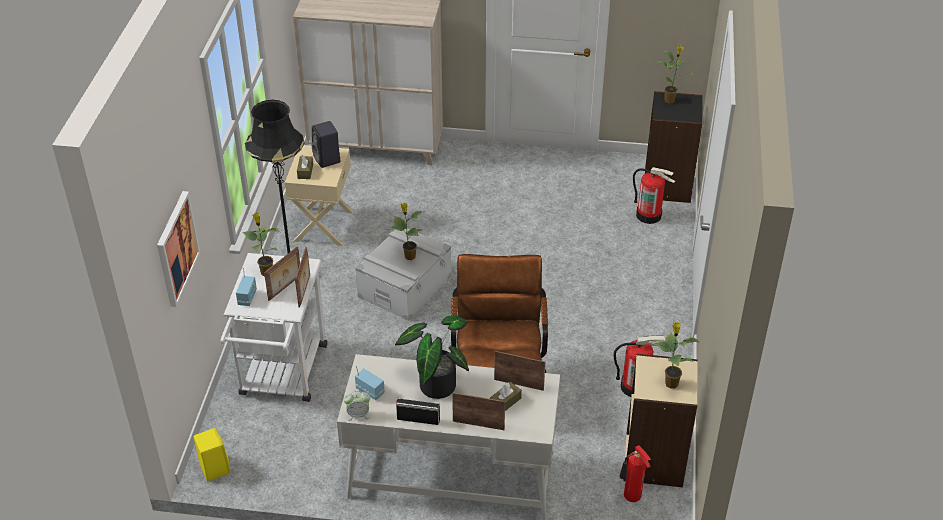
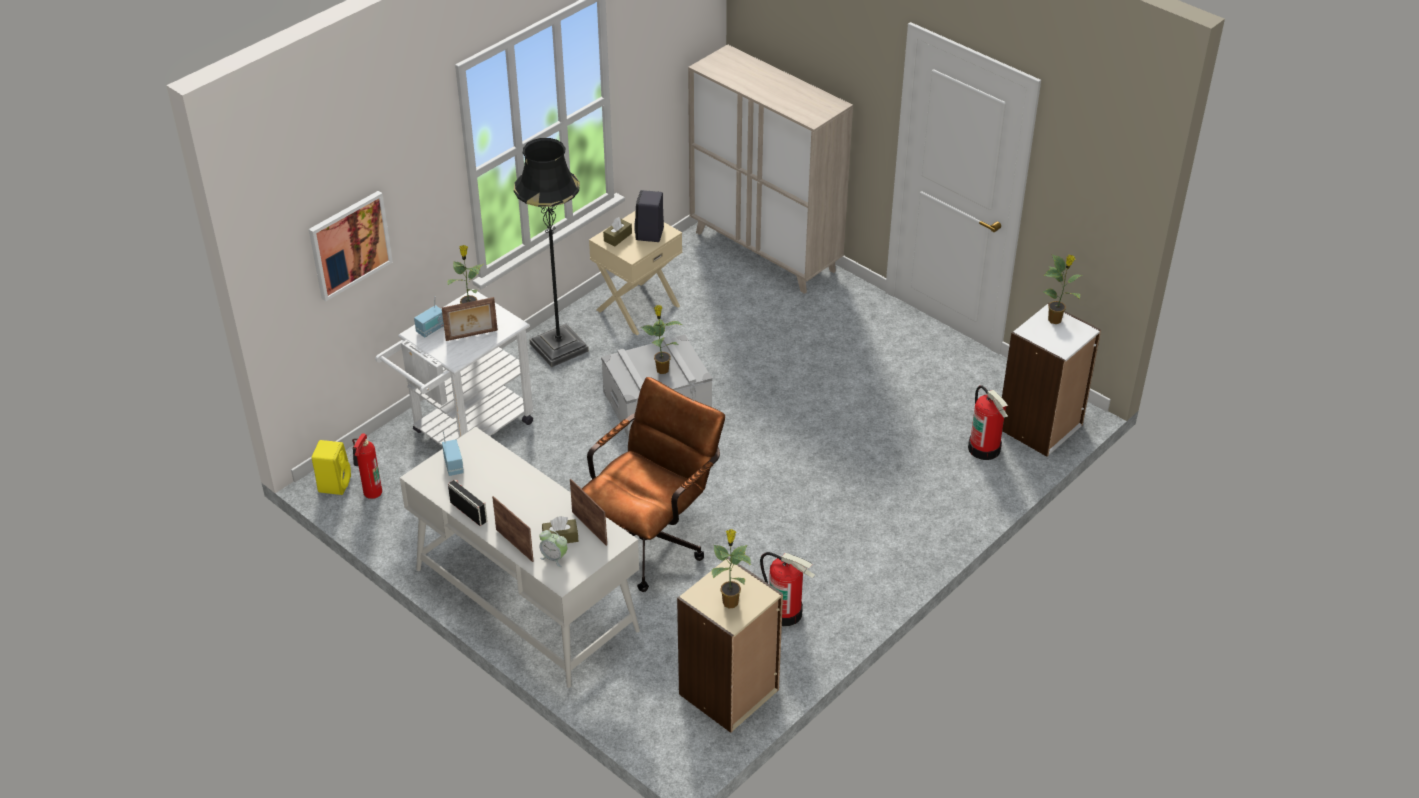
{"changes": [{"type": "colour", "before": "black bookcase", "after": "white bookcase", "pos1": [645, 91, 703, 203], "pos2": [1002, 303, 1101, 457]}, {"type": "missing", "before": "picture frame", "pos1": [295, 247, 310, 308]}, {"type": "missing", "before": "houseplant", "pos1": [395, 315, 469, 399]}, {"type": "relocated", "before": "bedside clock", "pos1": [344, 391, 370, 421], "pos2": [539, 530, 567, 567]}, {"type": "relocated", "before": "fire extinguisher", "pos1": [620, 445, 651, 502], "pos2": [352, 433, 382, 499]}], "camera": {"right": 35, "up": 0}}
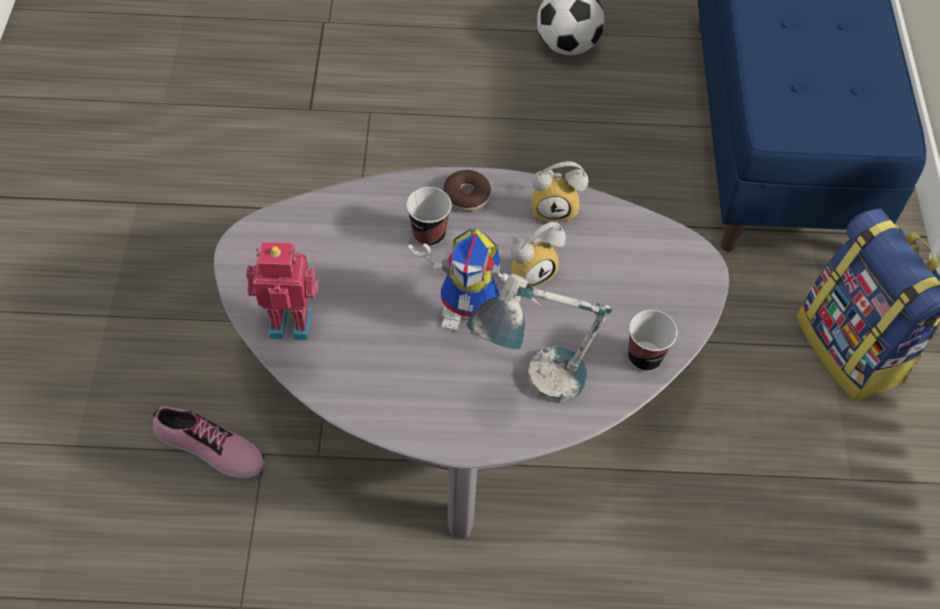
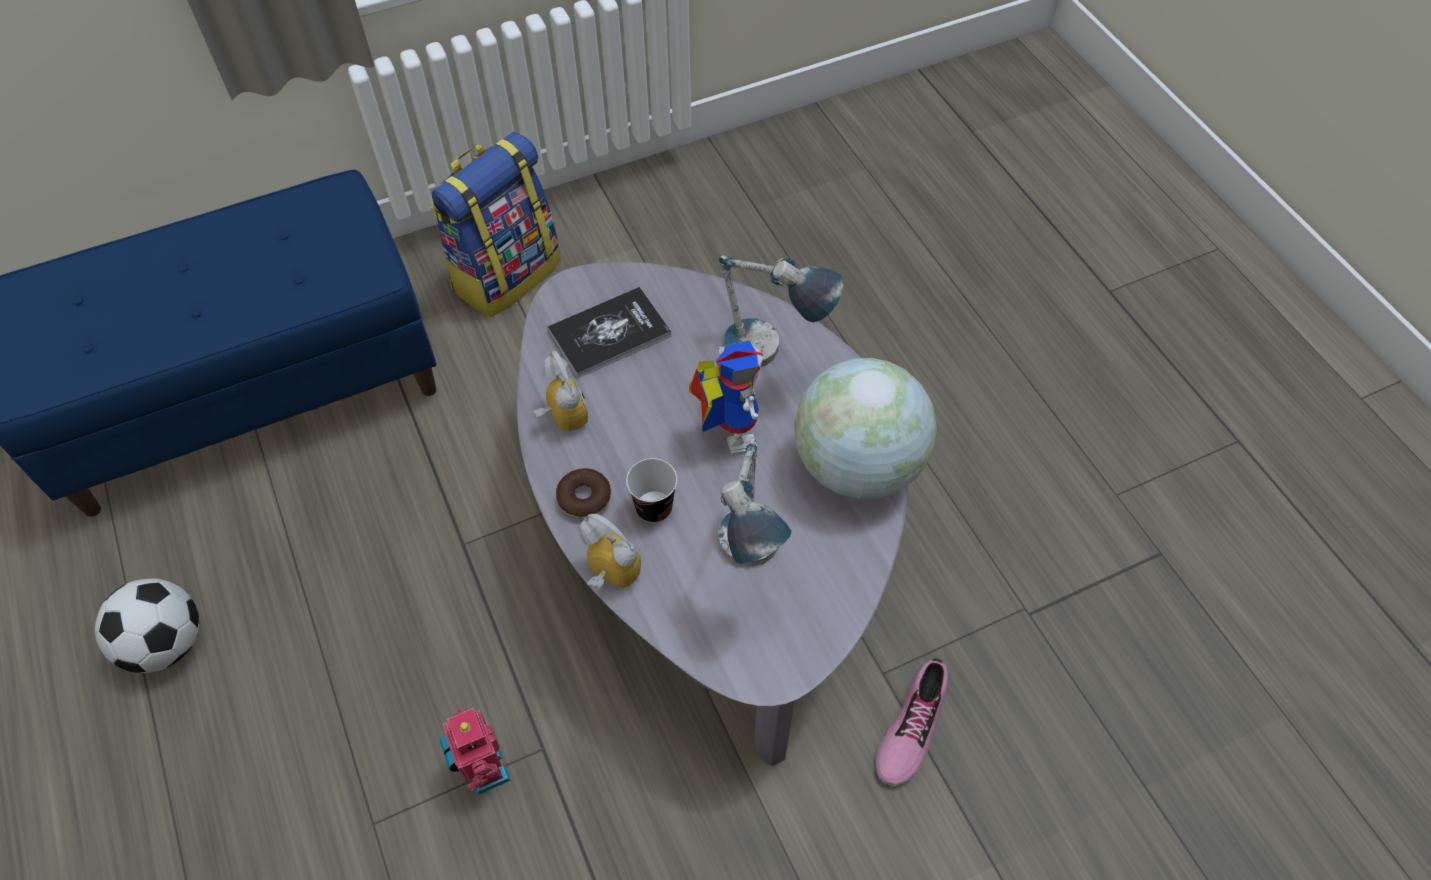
{"changes": [{"type": "relocated", "before": "bedside clock", "pos1": [510, 222, 566, 288], "pos2": [579, 514, 641, 589]}, {"type": "relocated", "before": "model robot", "pos1": [246, 241, 318, 340], "pos2": [440, 708, 511, 795]}, {"type": "missing", "before": "drinking cup", "pos1": [628, 310, 677, 371]}, {"type": "spun", "before": "low shoe", "pos1": [153, 406, 264, 479], "pos2": [875, 659, 948, 787], "turn": -150}, {"type": "appeared", "after": "volume", "pos2": [547, 287, 671, 378]}, {"type": "appeared", "after": "world globe", "pos2": [794, 358, 937, 499]}, {"type": "appeared", "after": "lamp for a table", "pos2": [718, 438, 792, 567]}], "camera": {"right": -115, "up": 0}}
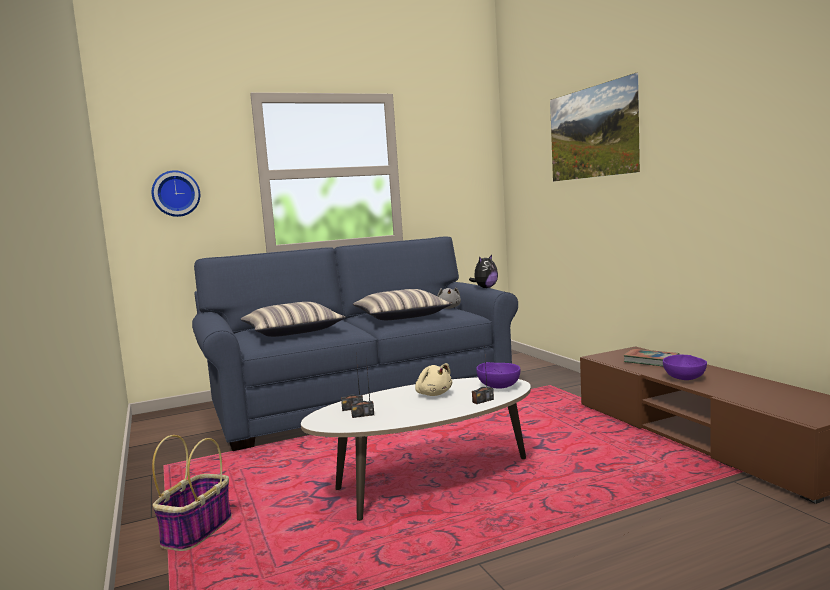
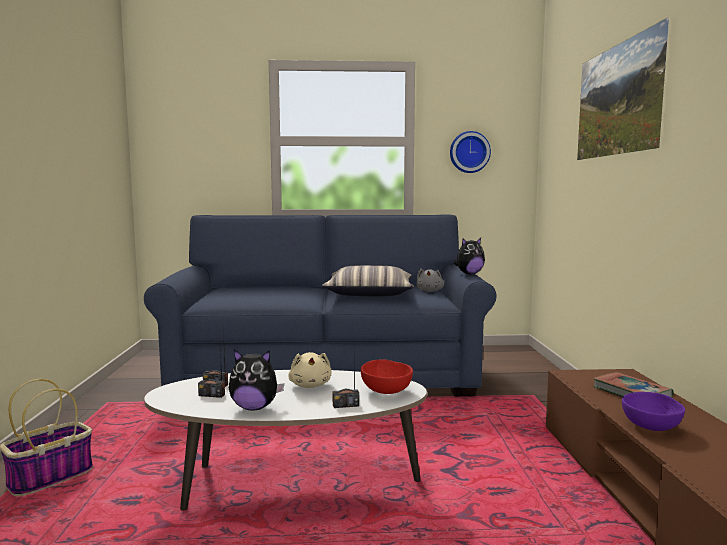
{"changes": [{"type": "relocated", "before": "wall clock", "pos1": [152, 170, 200, 217], "pos2": [450, 131, 491, 173]}, {"type": "missing", "before": "cushion", "pos1": [241, 302, 346, 337]}, {"type": "colour", "before": "purple-coloured deep dish", "after": "red deep dish", "pos1": [476, 362, 520, 389], "pos2": [361, 359, 413, 394]}, {"type": "appeared", "after": "cuddly toy", "pos2": [229, 350, 284, 411]}], "camera": {"right": 20, "up": 0}}
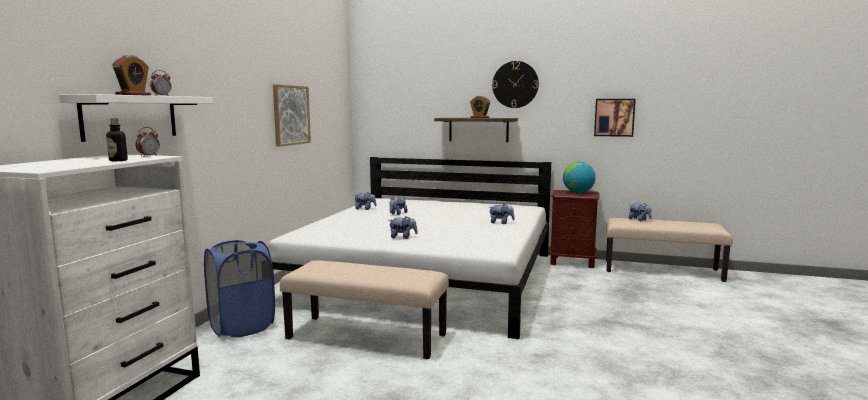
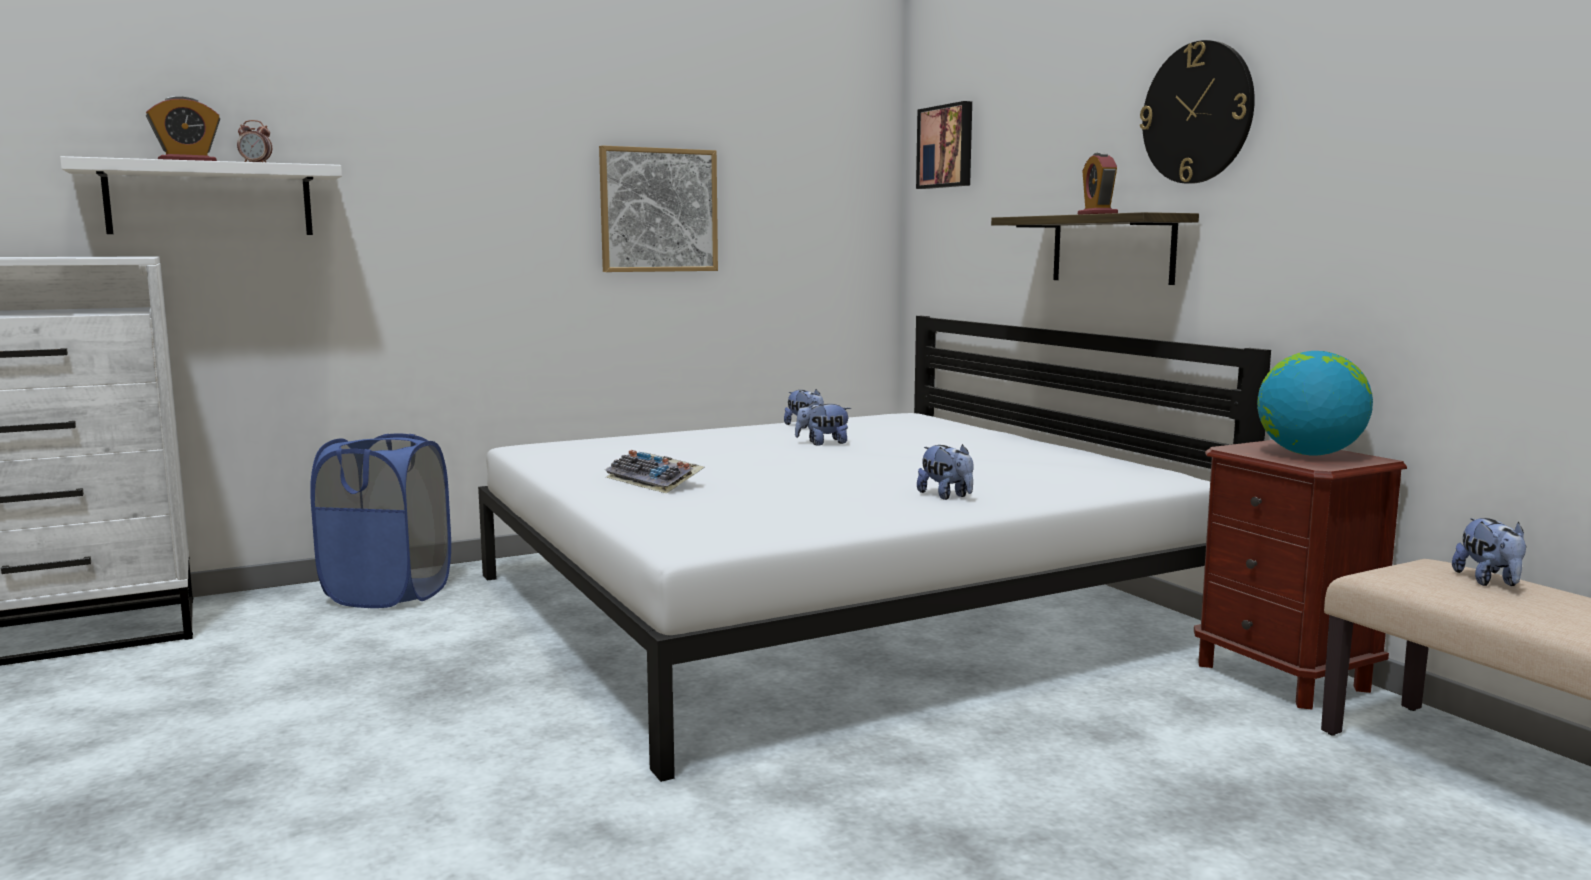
{"changes": [{"type": "relocated", "before": "wall art", "pos1": [594, 99, 636, 137], "pos2": [916, 101, 972, 189]}, {"type": "missing", "before": "drink bottle", "pos1": [106, 118, 128, 161]}, {"type": "missing", "before": "bedside clock", "pos1": [135, 127, 160, 157]}, {"type": "exchanged", "before": "cuddly toy", "after": "PC keyboard", "pos1": [390, 216, 418, 239], "pos2": [605, 450, 704, 494]}, {"type": "missing", "before": "beige long seat", "pos1": [280, 260, 449, 359]}], "camera": {"right": 45, "up": 0}}
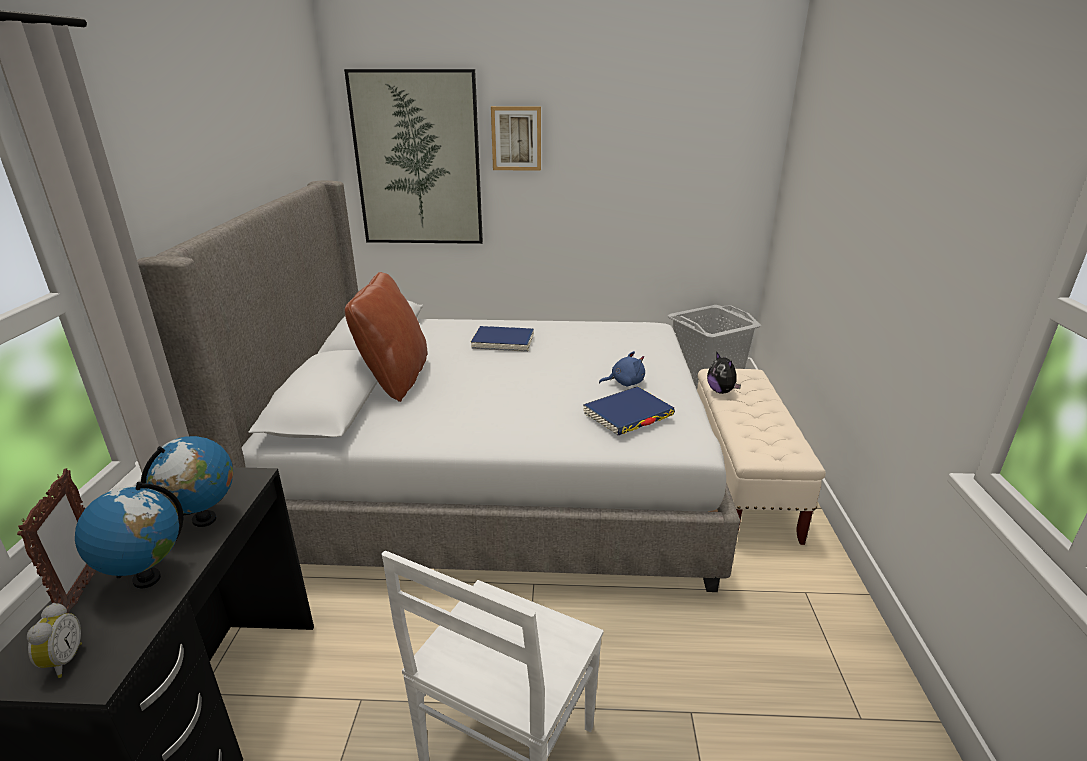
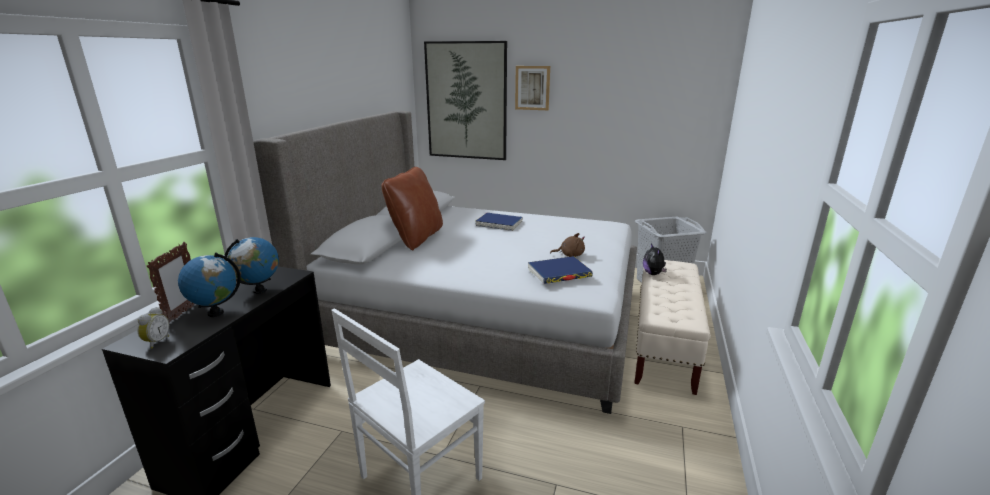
{"changes": [{"type": "colour", "before": "blue cuddly toy", "after": "brown-coloured cuddly toy", "pos1": [599, 351, 645, 386], "pos2": [550, 233, 585, 257]}], "camera": {"right": 15, "up": -5}}
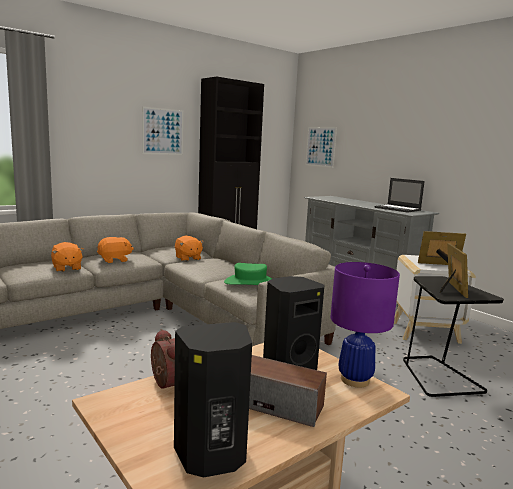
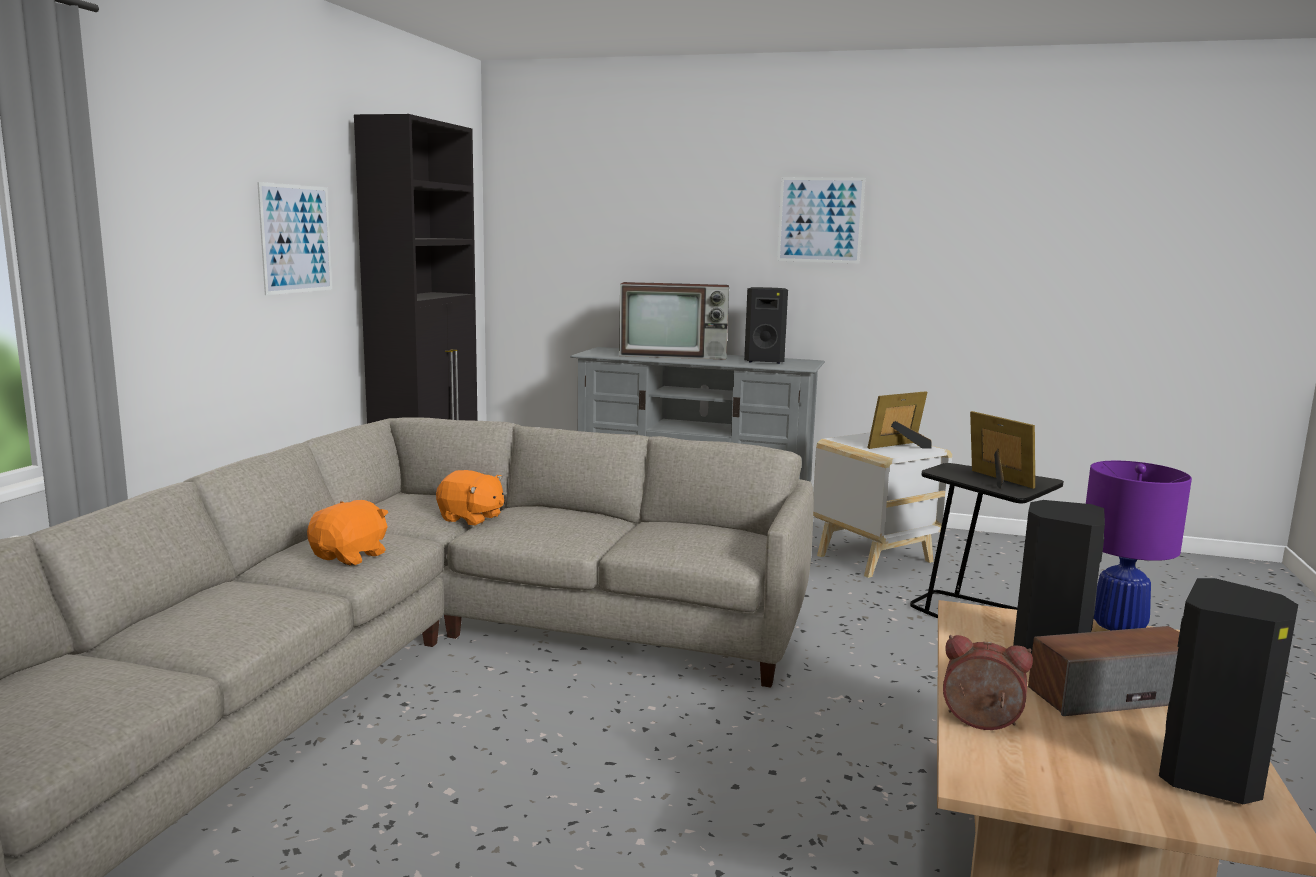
{"changes": [{"type": "relocated", "before": "wall art", "pos1": [306, 127, 337, 168], "pos2": [777, 177, 865, 263]}, {"type": "exchanged", "before": "portable computer", "after": "black loudspeaker", "pos1": [374, 178, 425, 213], "pos2": [744, 287, 788, 364]}, {"type": "missing", "before": "orangey cuddly toy", "pos1": [51, 242, 84, 272]}, {"type": "missing", "before": "greenish hat", "pos1": [224, 263, 272, 285]}, {"type": "appeared", "after": "television", "pos2": [619, 282, 729, 360]}], "camera": {"right": -35, "up": 0}}
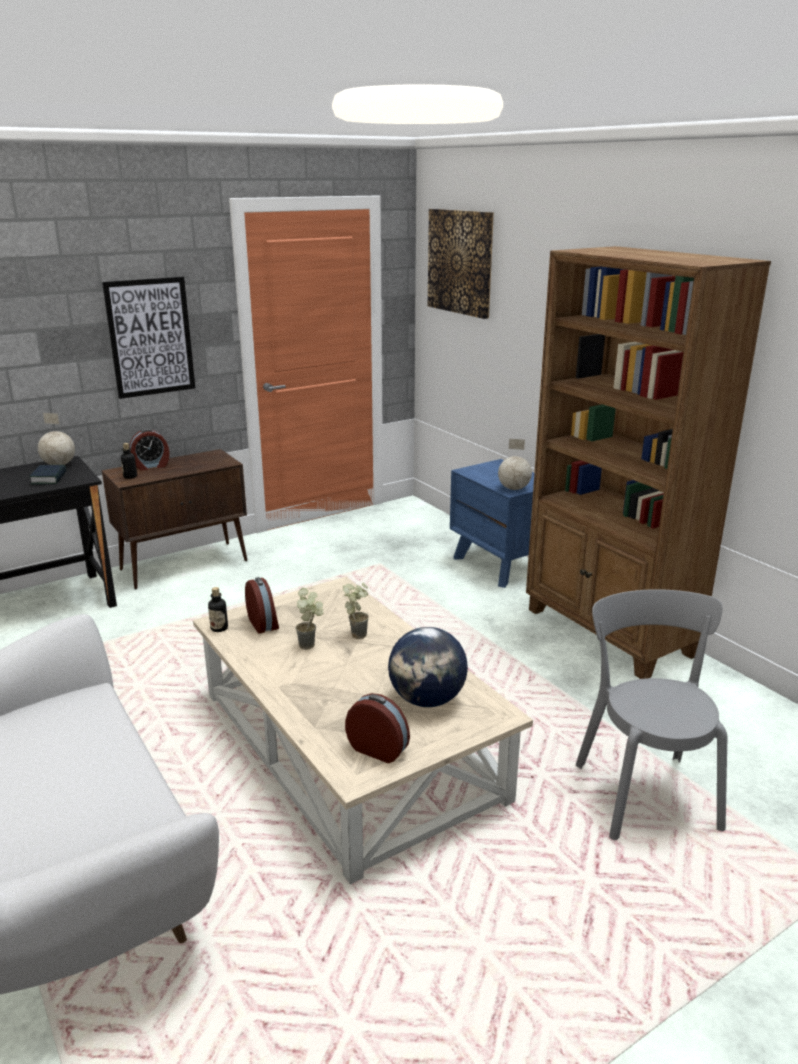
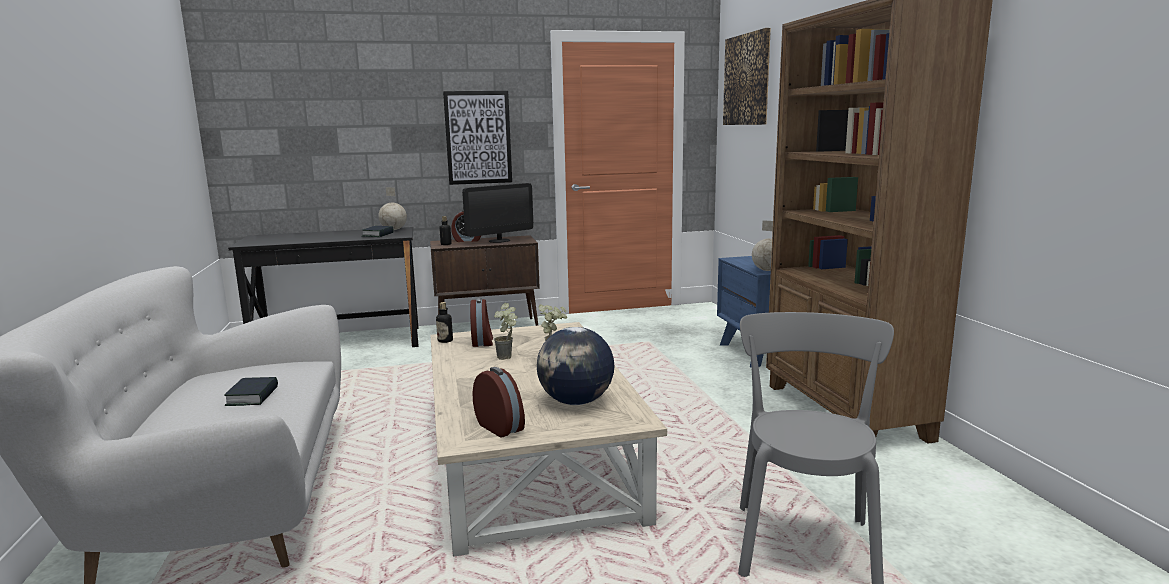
{"changes": [{"type": "appeared", "after": "computer screen", "pos2": [462, 183, 533, 243]}, {"type": "appeared", "after": "volume", "pos2": [224, 377, 278, 406]}], "camera": {"right": 20, "up": -10}}
